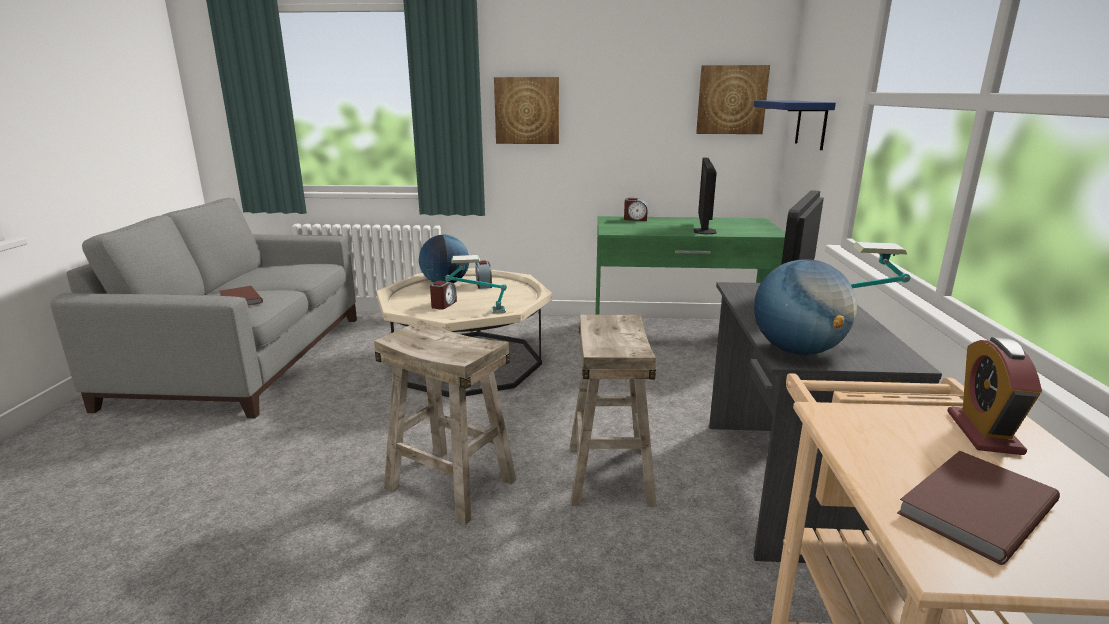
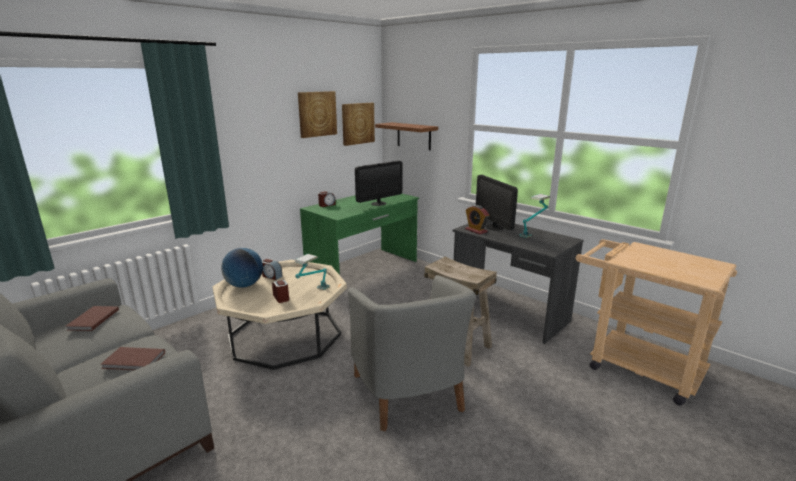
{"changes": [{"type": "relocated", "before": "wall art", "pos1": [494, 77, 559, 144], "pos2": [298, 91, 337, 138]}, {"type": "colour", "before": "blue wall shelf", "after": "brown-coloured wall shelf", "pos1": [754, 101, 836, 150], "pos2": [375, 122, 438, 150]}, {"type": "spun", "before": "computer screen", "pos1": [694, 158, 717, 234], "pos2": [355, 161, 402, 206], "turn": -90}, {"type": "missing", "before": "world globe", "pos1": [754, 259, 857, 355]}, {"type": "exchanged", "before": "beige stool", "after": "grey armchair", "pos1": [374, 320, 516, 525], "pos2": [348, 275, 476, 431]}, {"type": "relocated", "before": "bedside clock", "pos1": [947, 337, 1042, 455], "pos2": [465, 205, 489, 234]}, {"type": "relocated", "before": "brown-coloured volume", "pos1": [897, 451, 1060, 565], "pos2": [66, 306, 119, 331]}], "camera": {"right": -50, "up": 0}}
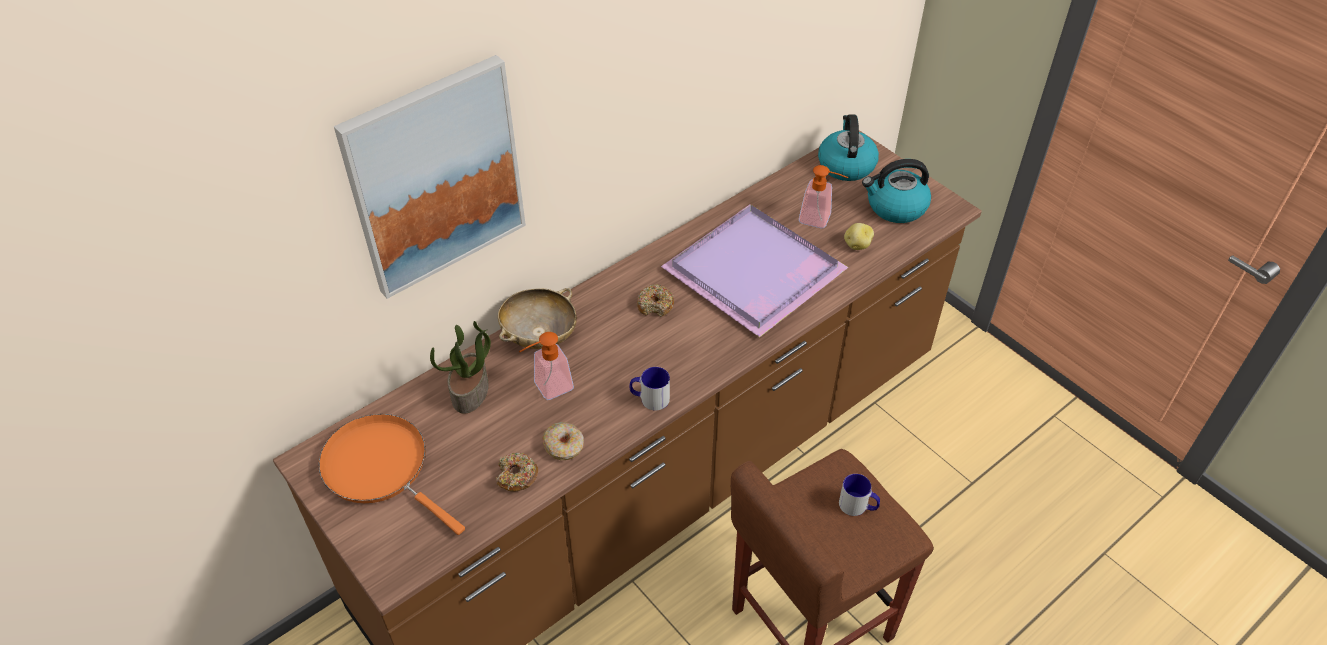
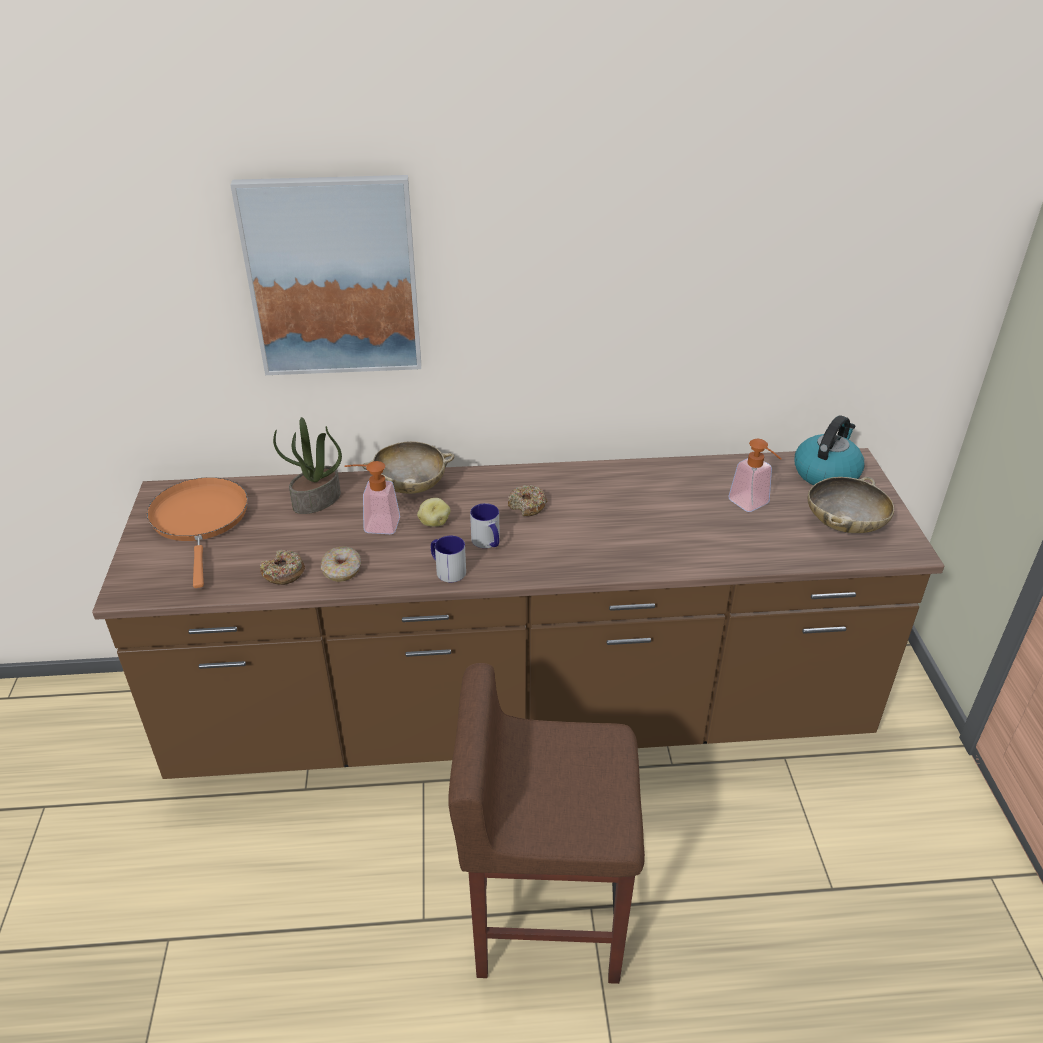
{"changes": [{"type": "exchanged", "before": "kettle", "after": "beige deep dish", "pos1": [862, 159, 931, 223], "pos2": [807, 477, 894, 533]}, {"type": "missing", "before": "purple-coloured carrying tray", "pos1": [661, 204, 849, 338]}, {"type": "relocated", "before": "potato", "pos1": [844, 223, 874, 250], "pos2": [417, 498, 450, 527]}, {"type": "relocated", "before": "tea mug", "pos1": [839, 474, 880, 516], "pos2": [470, 503, 500, 548]}], "camera": {"right": 35, "up": -10}}
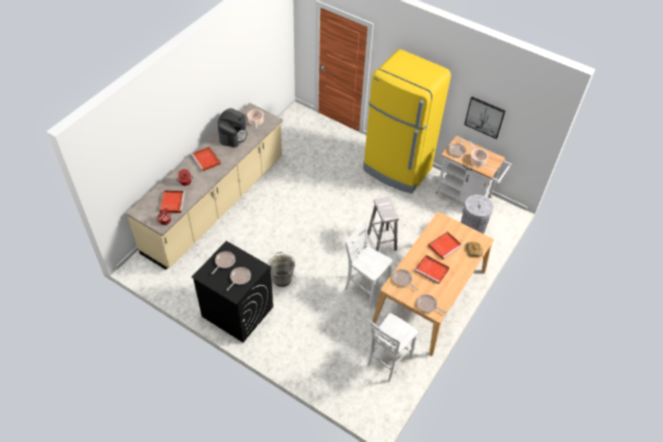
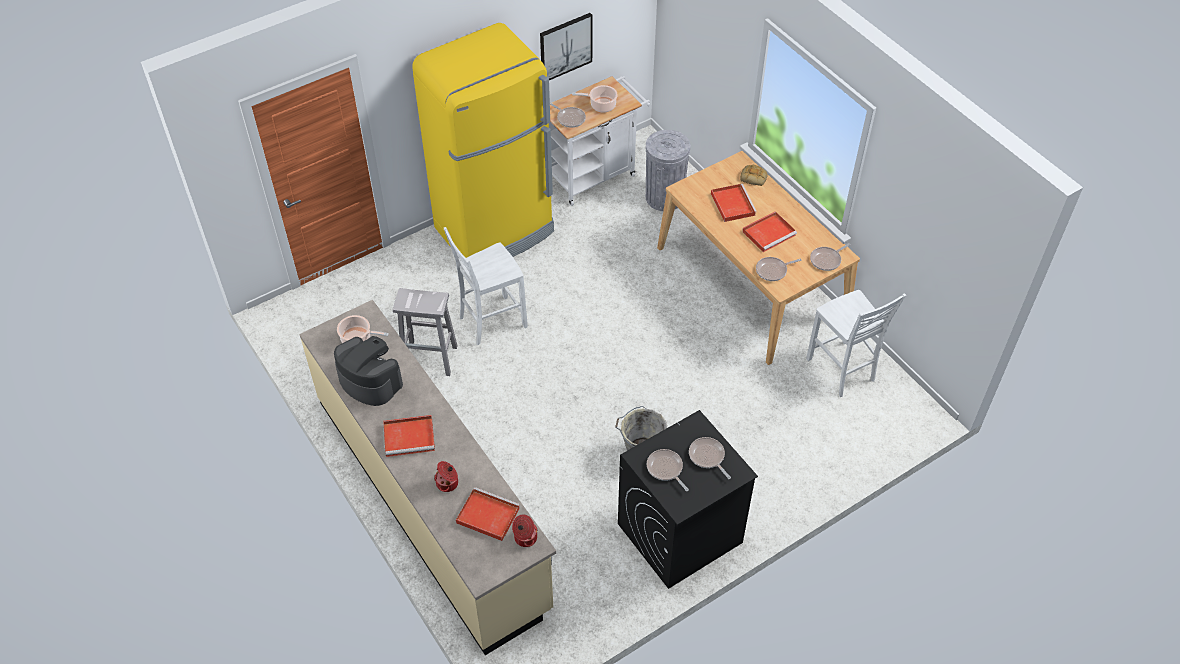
{"changes": [{"type": "relocated", "before": "white stool", "pos1": [367, 197, 399, 251], "pos2": [393, 288, 458, 376]}, {"type": "relocated", "before": "white chair", "pos1": [345, 222, 392, 309], "pos2": [444, 227, 528, 345]}], "camera": {"right": -65, "up": 0}}
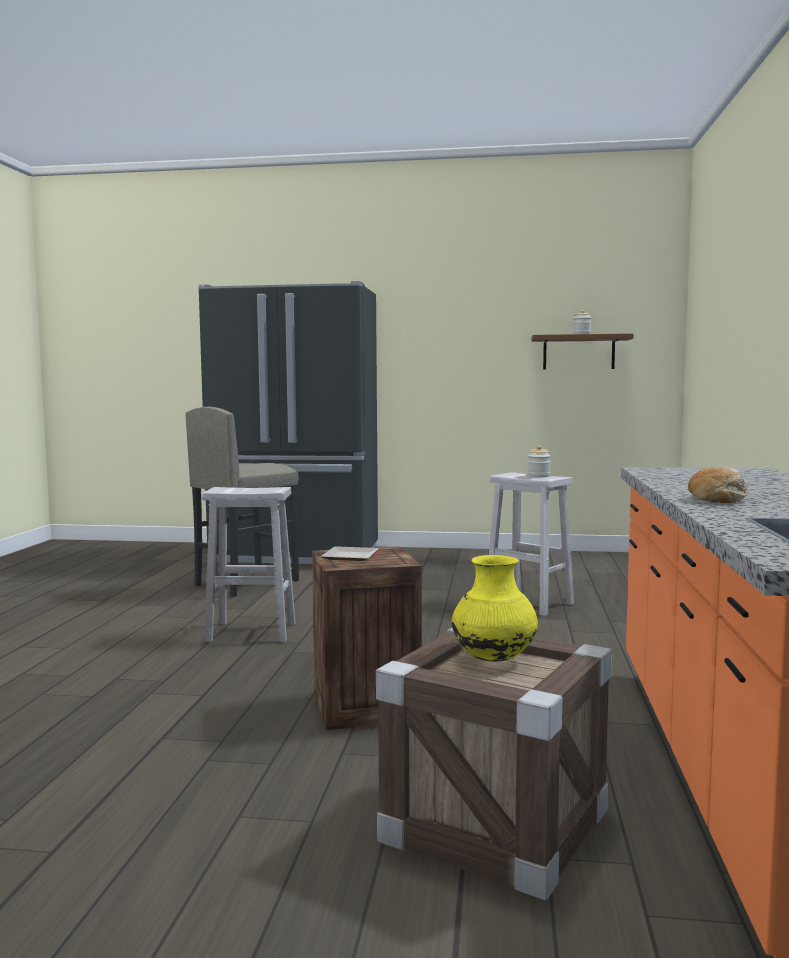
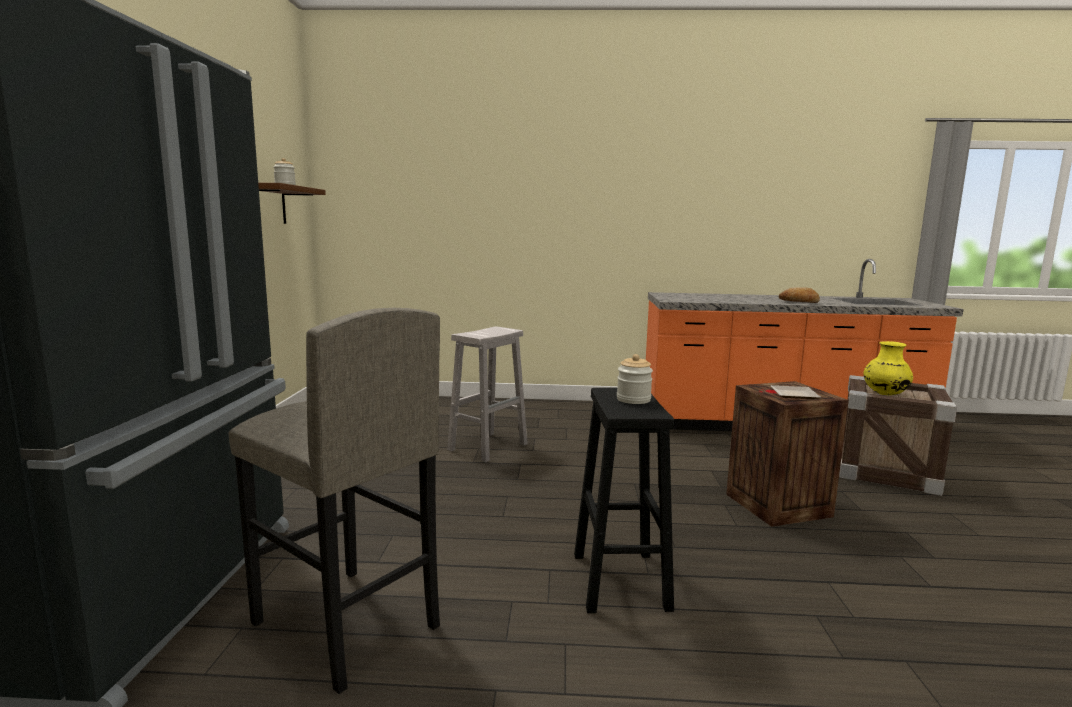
{"changes": [{"type": "relocated", "before": "preserve jar", "pos1": [527, 445, 551, 477], "pos2": [617, 354, 653, 404]}, {"type": "colour", "before": "white stool", "after": "black stool", "pos1": [202, 487, 296, 643], "pos2": [574, 388, 674, 613]}], "camera": {"right": -95, "up": 5}}
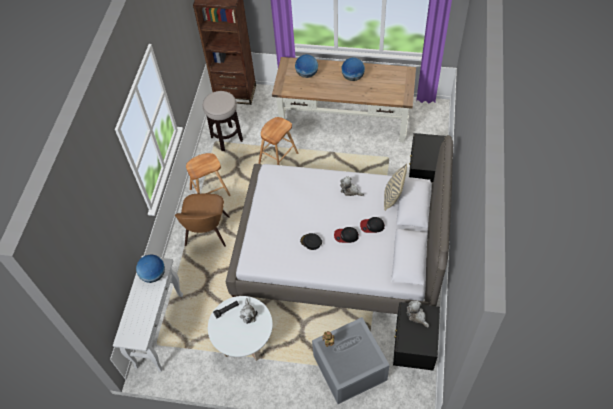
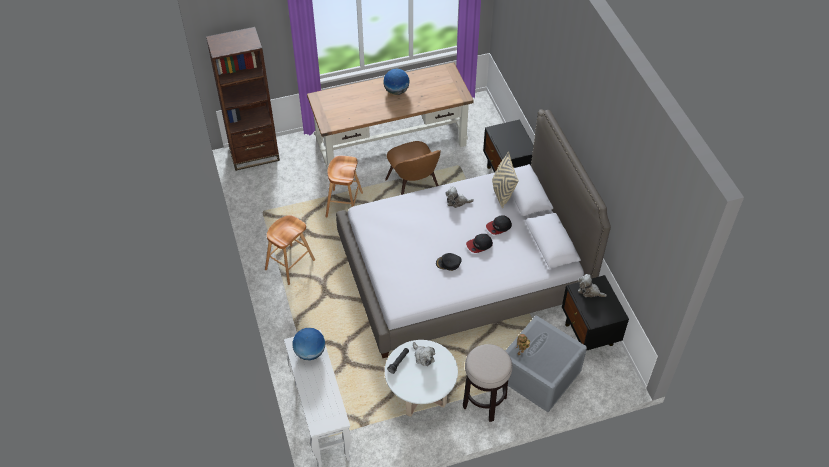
{"changes": [{"type": "missing", "before": "world globe", "pos1": [295, 54, 318, 78]}, {"type": "relocated", "before": "stool", "pos1": [203, 91, 243, 151], "pos2": [463, 344, 513, 422]}, {"type": "relocated", "before": "brown-coloured chair", "pos1": [175, 193, 230, 247], "pos2": [385, 141, 441, 195]}], "camera": {"right": -30, "up": -5}}
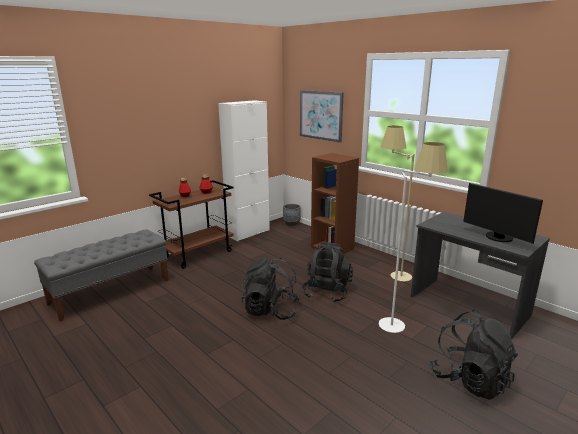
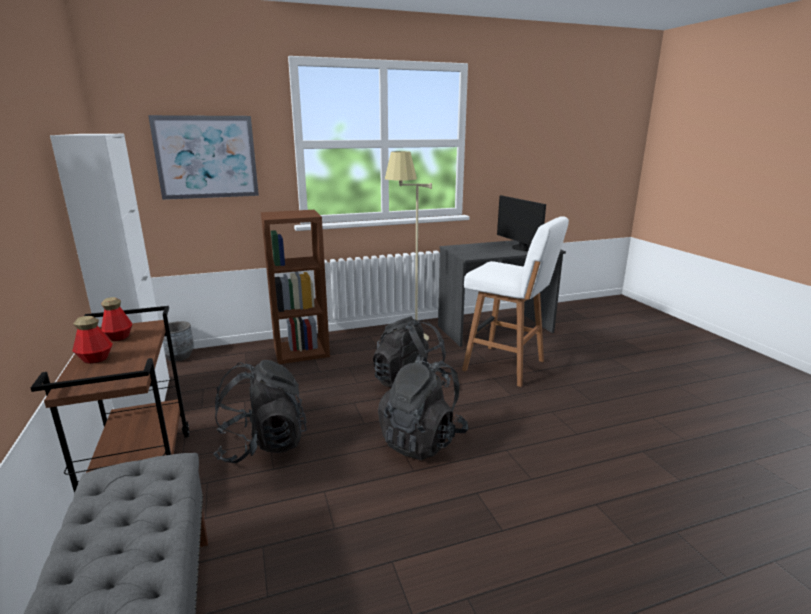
{"changes": [{"type": "exchanged", "before": "white standard lamp", "after": "white stool", "pos1": [379, 142, 448, 333], "pos2": [462, 216, 569, 387]}, {"type": "spun", "before": "computer screen", "pos1": [463, 183, 543, 244], "pos2": [497, 195, 546, 251], "turn": 75}, {"type": "relocated", "before": "black backpack", "pos1": [429, 310, 518, 400], "pos2": [213, 360, 307, 463]}], "camera": {"right": -65, "up": 0}}
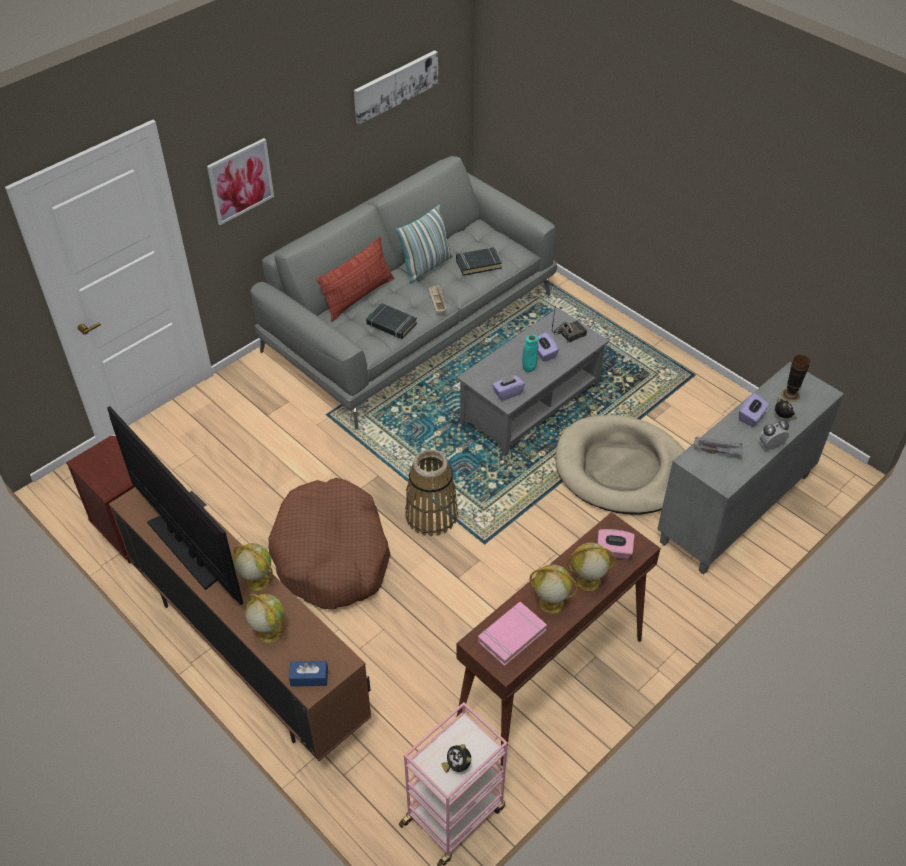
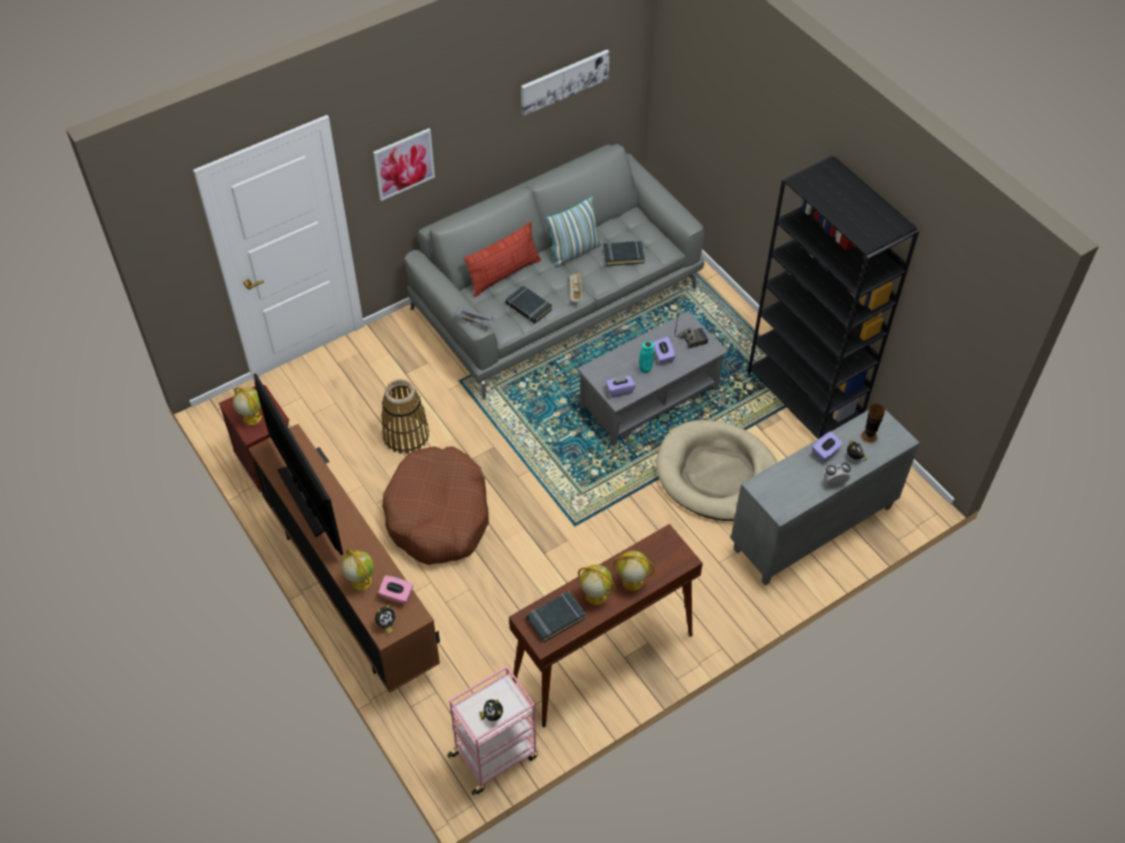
{"changes": [{"type": "relocated", "before": "grey carrying tray", "pos1": [694, 436, 743, 456], "pos2": [455, 307, 494, 327]}, {"type": "relocated", "before": "household basket", "pos1": [405, 449, 458, 536], "pos2": [381, 379, 429, 454]}, {"type": "relocated", "before": "pinkish tissue box", "pos1": [597, 529, 634, 559], "pos2": [378, 575, 413, 604]}, {"type": "relocated", "before": "world globe", "pos1": [233, 543, 273, 591], "pos2": [233, 387, 262, 425]}, {"type": "colour", "before": "pinkish volume", "after": "black volume", "pos1": [478, 602, 547, 667], "pos2": [527, 591, 586, 643]}, {"type": "exchanged", "before": "blue tissue box", "after": "bedside clock", "pos1": [289, 661, 328, 687], "pos2": [375, 605, 395, 635]}, {"type": "appeared", "after": "black bookcase", "pos2": [747, 156, 919, 439]}], "camera": {"right": 10, "up": 5}}
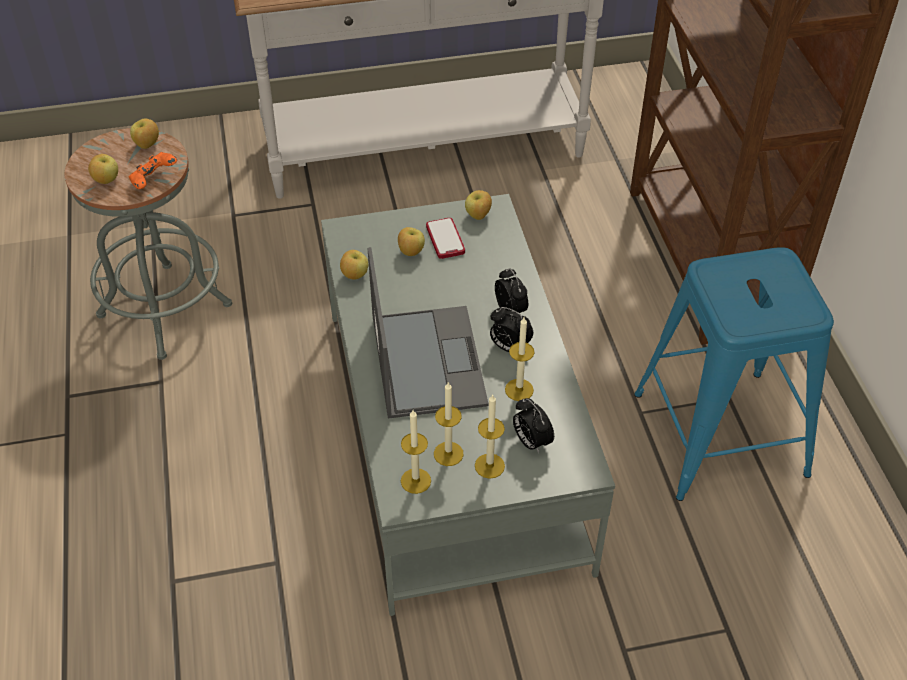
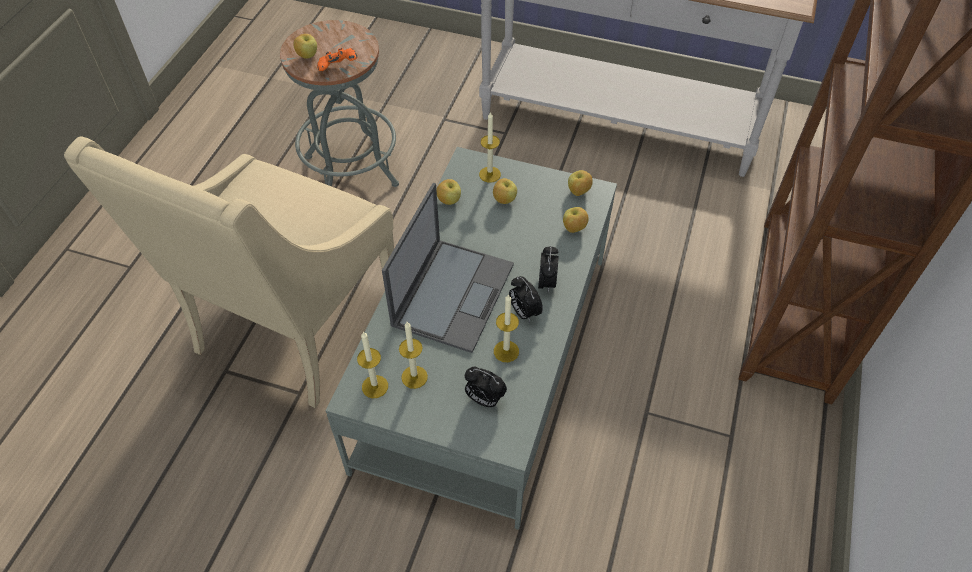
{"changes": [{"type": "relocated", "before": "apple", "pos1": [130, 119, 159, 149], "pos2": [563, 207, 589, 233]}, {"type": "missing", "before": "telephone", "pos1": [426, 218, 465, 259]}, {"type": "missing", "before": "blue stool", "pos1": [634, 247, 834, 501]}, {"type": "relocated", "before": "wax candle", "pos1": [475, 394, 505, 479], "pos2": [479, 112, 501, 182]}, {"type": "spun", "before": "bedside clock", "pos1": [513, 398, 554, 453], "pos2": [465, 367, 507, 407], "turn": -60}, {"type": "appeared", "after": "beige armchair", "pos2": [64, 137, 394, 408]}], "camera": {"right": 30, "up": 5}}
